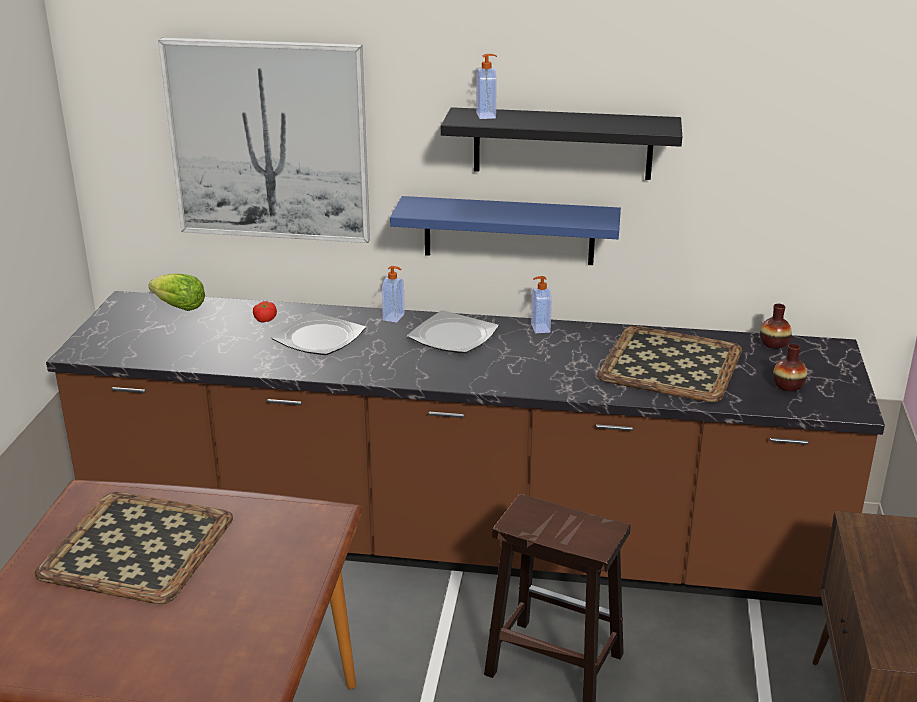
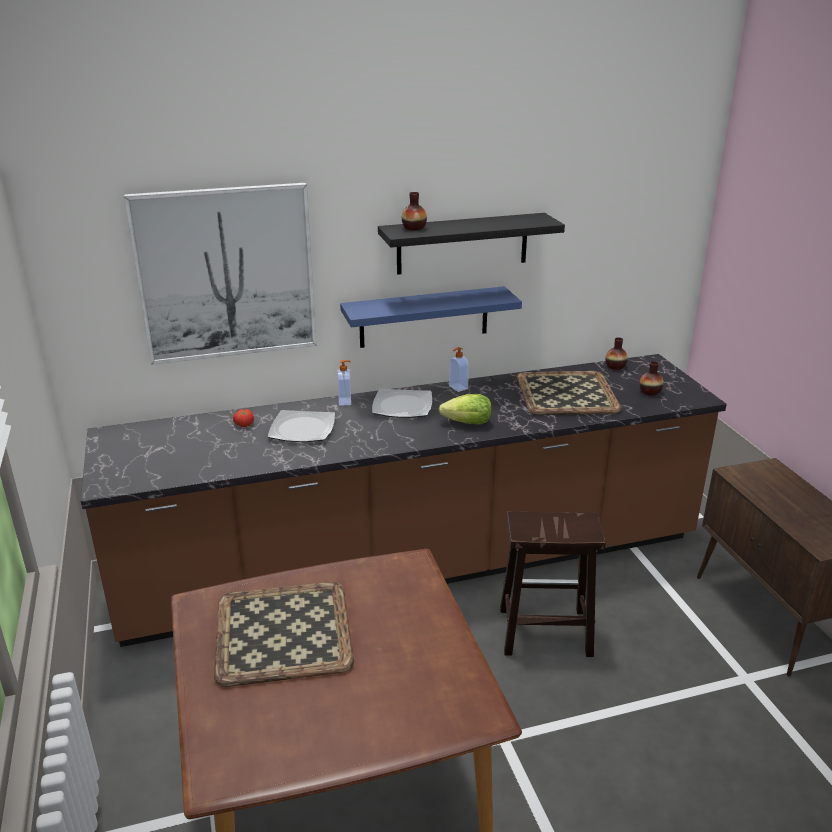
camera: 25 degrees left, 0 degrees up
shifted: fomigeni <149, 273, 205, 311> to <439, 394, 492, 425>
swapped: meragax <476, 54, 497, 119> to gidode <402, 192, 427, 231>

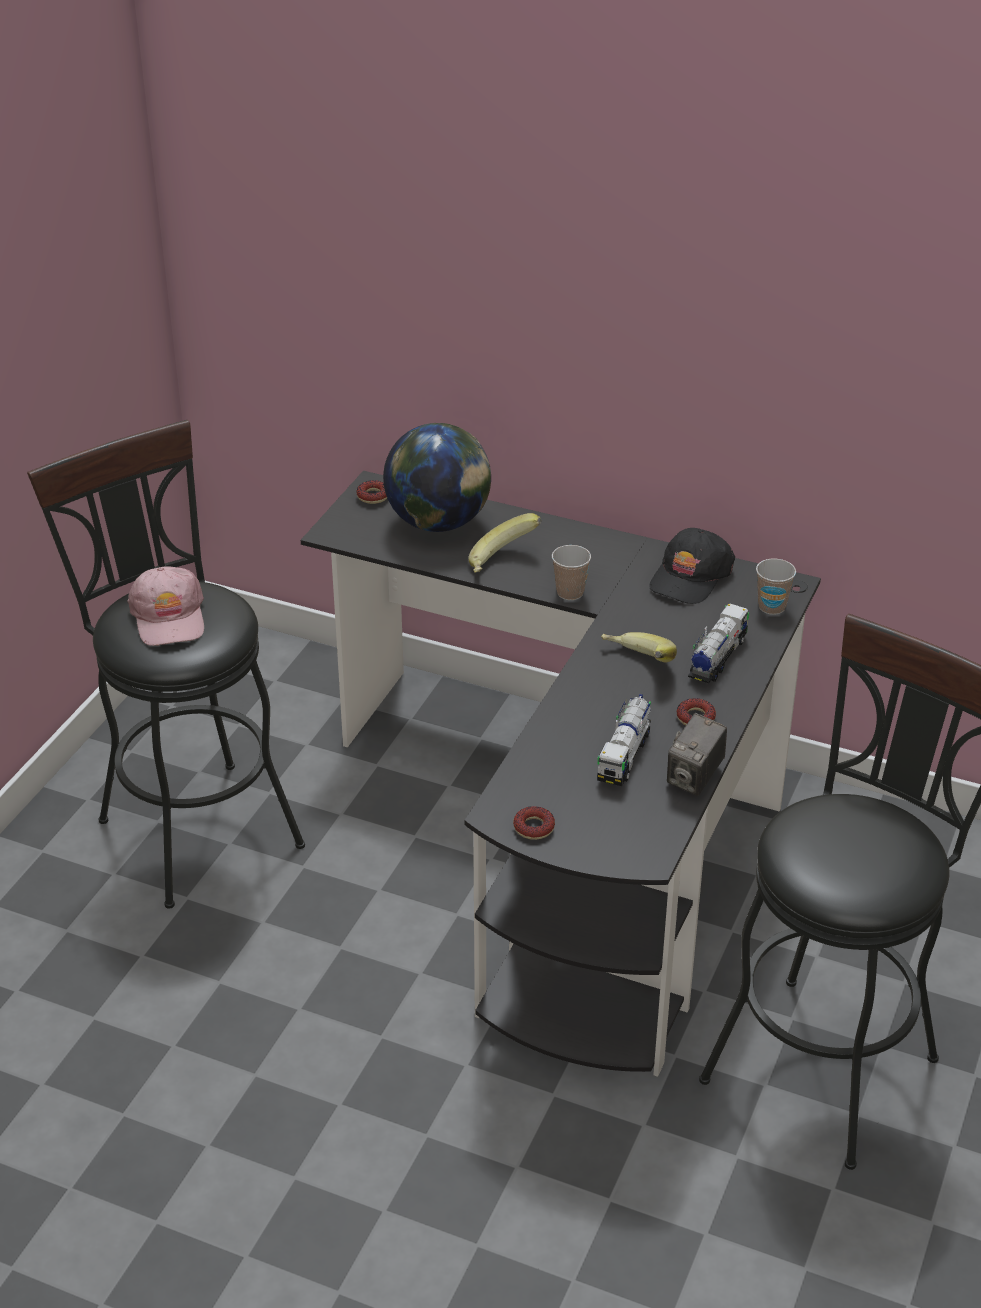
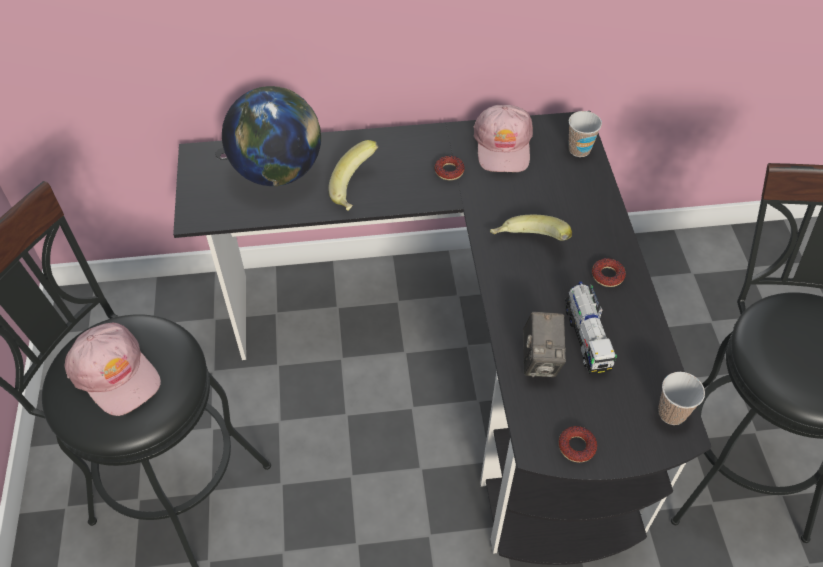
camera: 30 degrees left, 15 degrees up
gone: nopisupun <688, 603, 750, 683>
shifted: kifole <356, 480, 387, 504> to <435, 156, 465, 180>; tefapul <667, 713, 727, 796> to <523, 312, 566, 377>; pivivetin <552, 545, 591, 600> to <658, 372, 705, 425>
repainted: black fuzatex <649, 528, 735, 604> to pink fuzatex <473, 105, 533, 172>

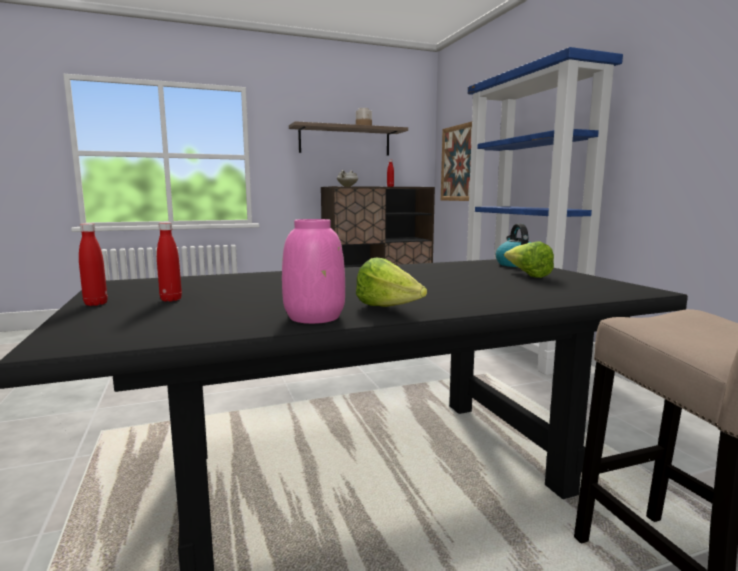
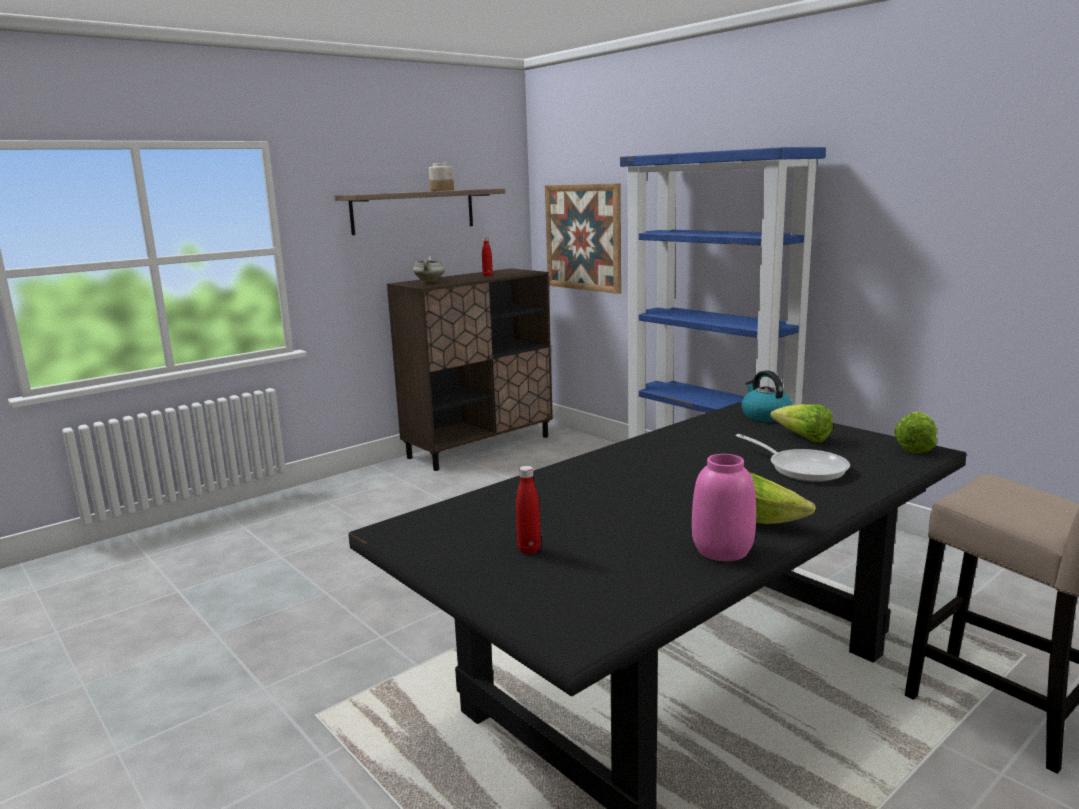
camera: 20 degrees left, 5 degrees up
gone: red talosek <79, 223, 108, 306>
new: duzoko <736, 434, 850, 482>; fomigeni <894, 412, 937, 454>

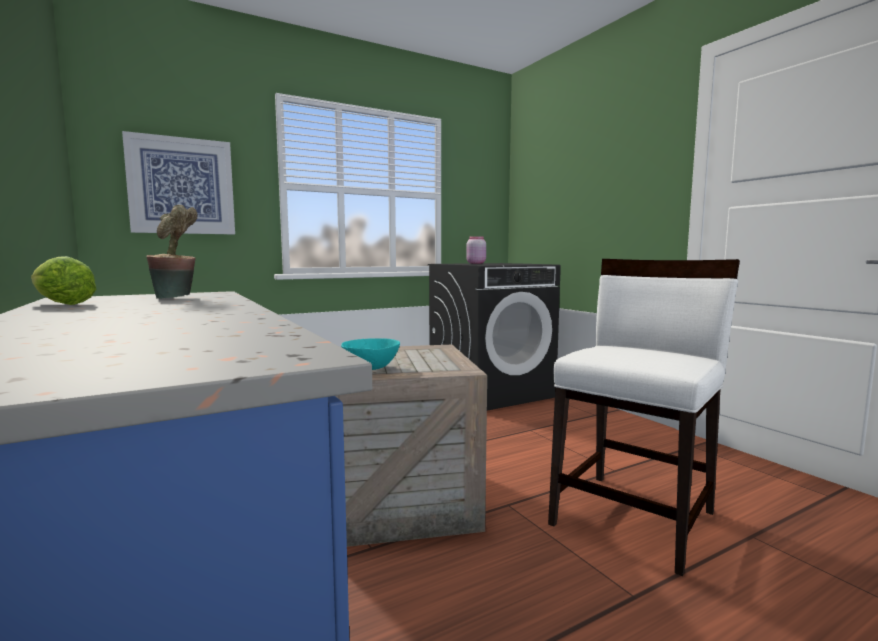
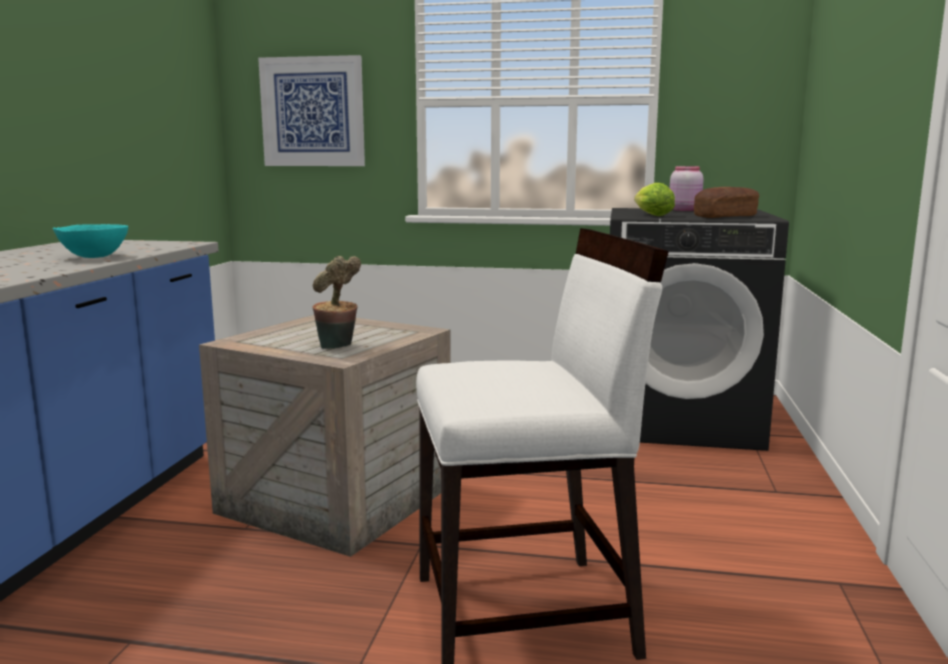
camera: 40 degrees right, 5 degrees up
new: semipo <694, 187, 759, 218>
shifted: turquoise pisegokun <341, 338, 400, 370> to <53, 224, 128, 258>; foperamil <146, 205, 197, 299> to <313, 256, 361, 349>; fomigeni <31, 256, 96, 305> to <634, 183, 675, 216>

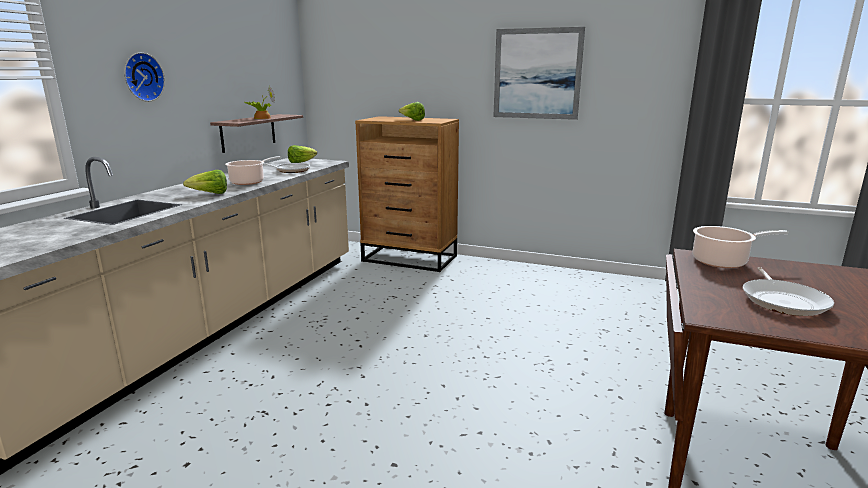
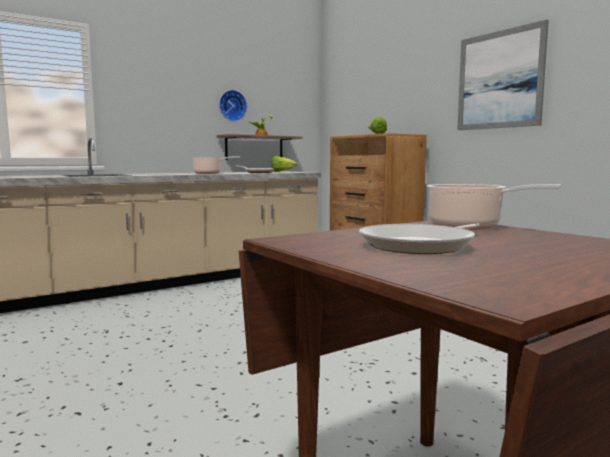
camera: 35 degrees right, 10 degrees down
gone: fomigeni <183, 170, 227, 194>
shifted: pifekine <124, 52, 165, 102> to <219, 90, 247, 122>

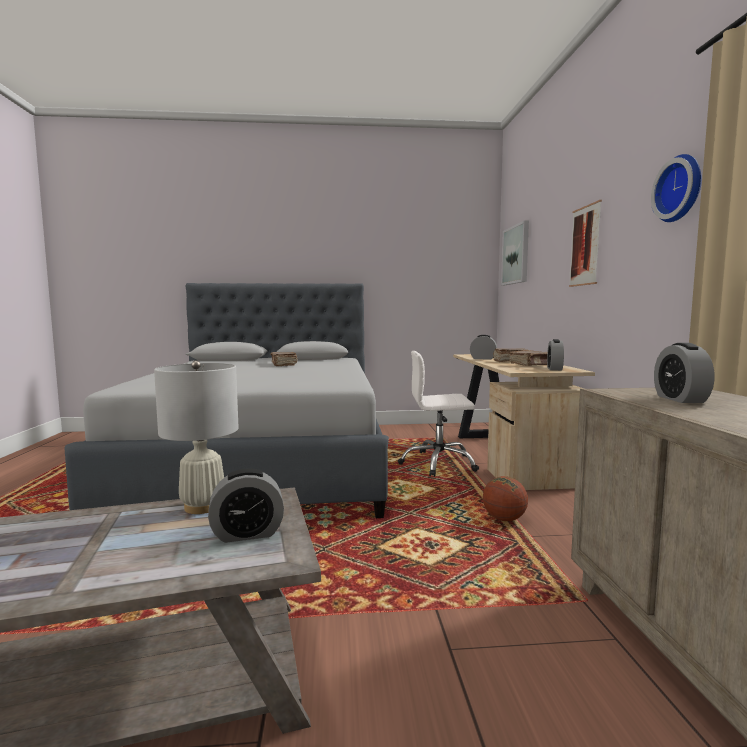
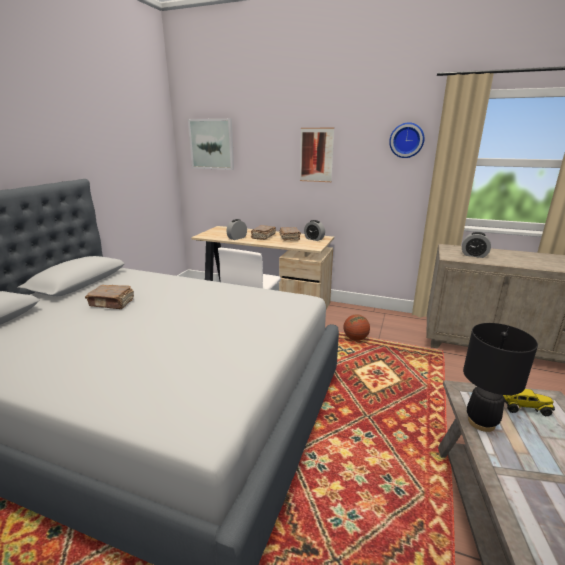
camera: 65 degrees left, 15 degrees up
swapped: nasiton <208, 468, 284, 543> to nopisupun <503, 389, 555, 416>
repainted: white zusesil <154, 361, 239, 514> to black zusesil <463, 323, 538, 432>

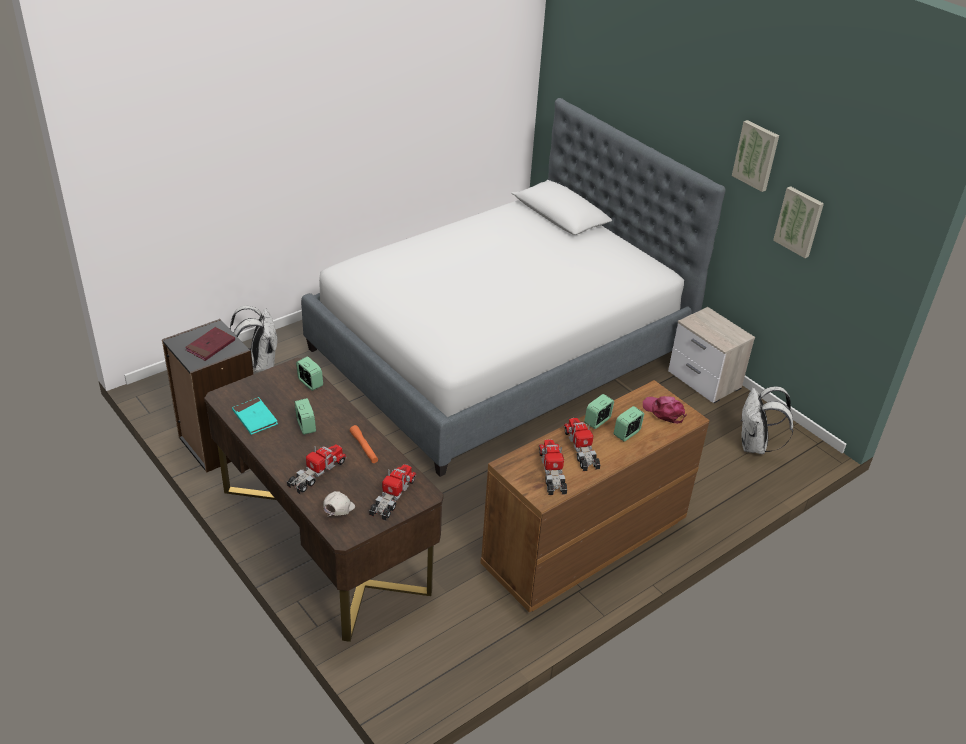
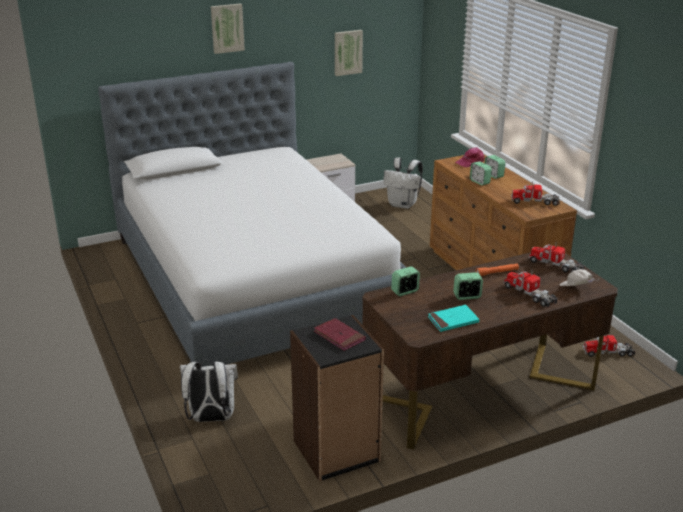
camera: 75 degrees left, 10 degrees down
shifted: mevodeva <732, 120, 779, 192> to <211, 3, 245, 54>; nopisupun <564, 418, 601, 471> to <583, 335, 635, 357>

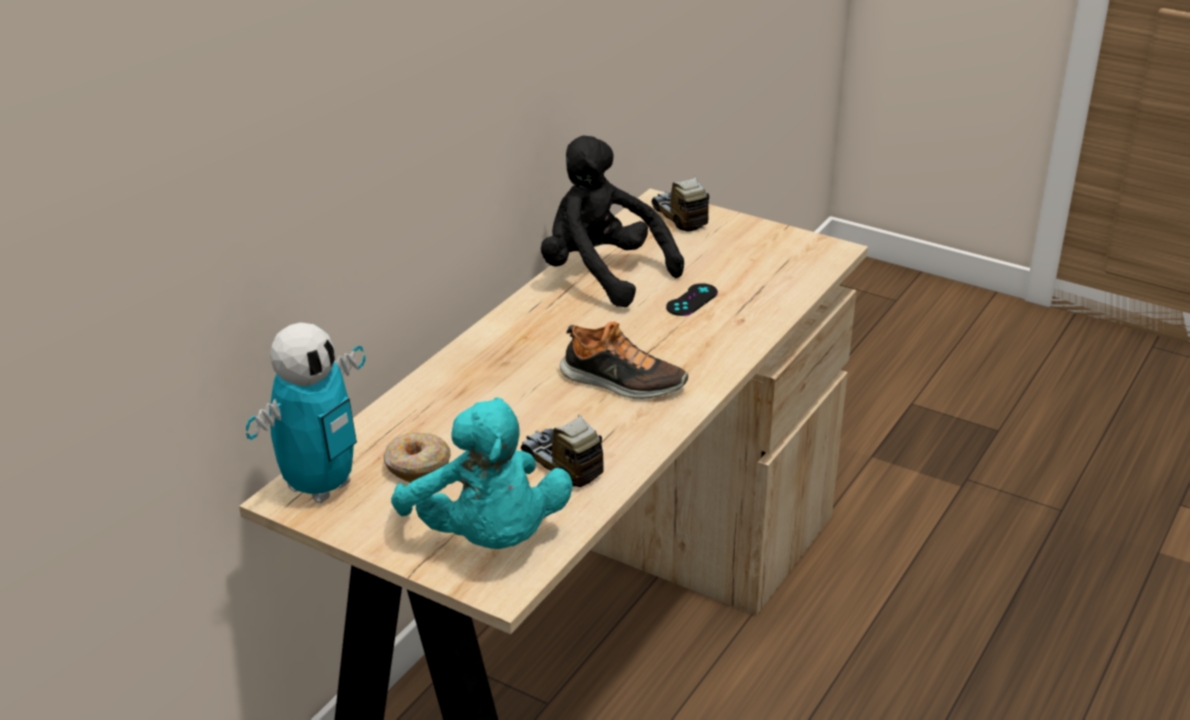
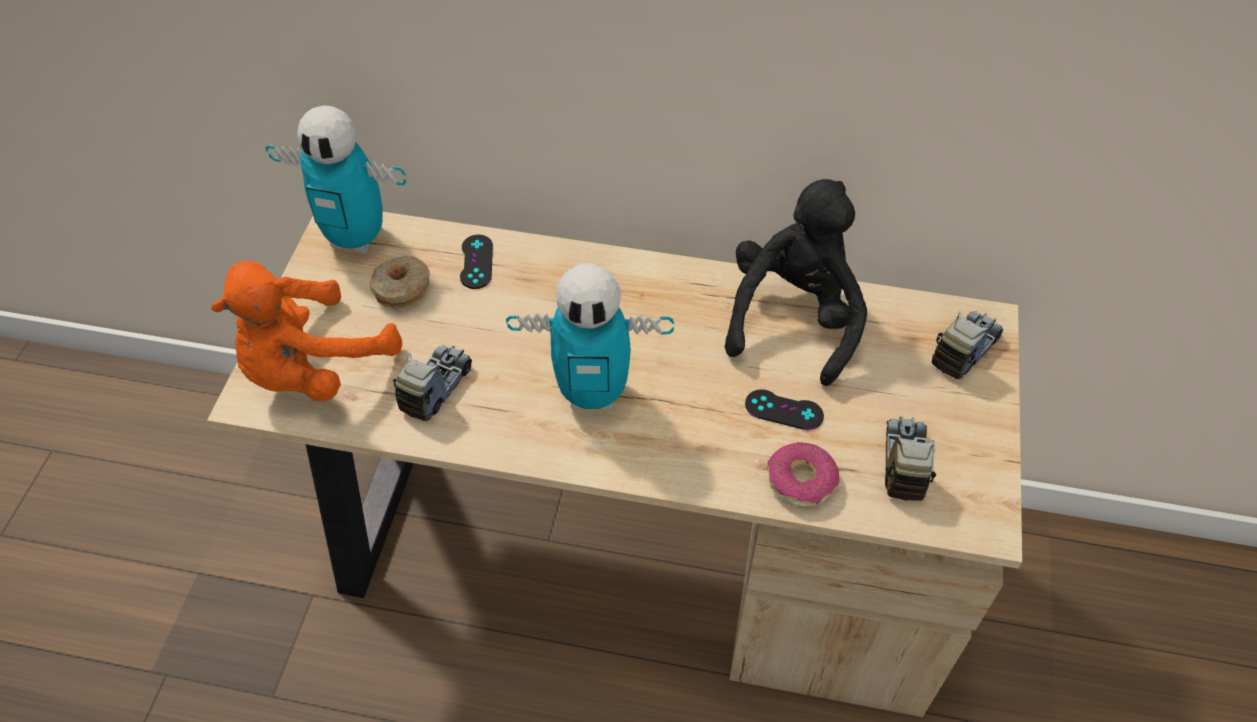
camera: 70 degrees right, 20 degrees up
new: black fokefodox <460, 235, 493, 289>; kifole <768, 442, 839, 507>; nopisupun <885, 416, 936, 501>
swapped: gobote <560, 322, 688, 399> to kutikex <506, 263, 674, 411>
repainted: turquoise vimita <391, 398, 573, 549> to orange vimita <211, 261, 402, 401>

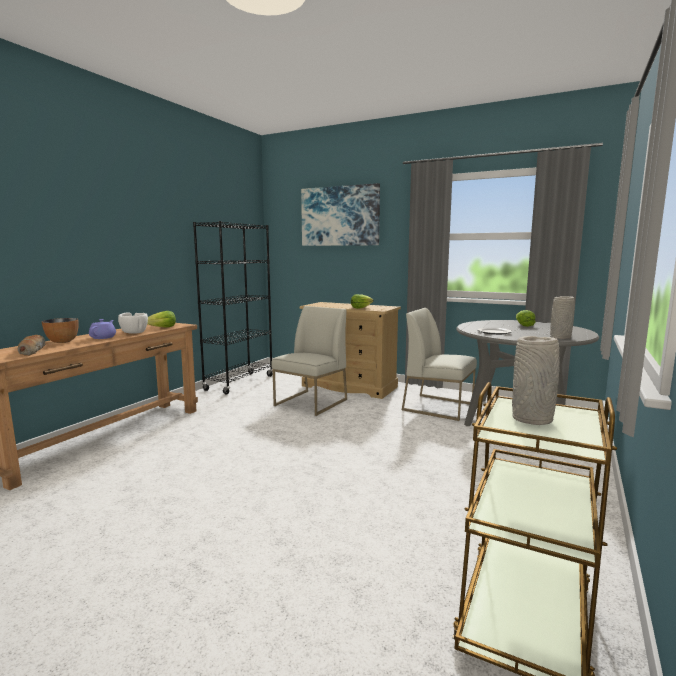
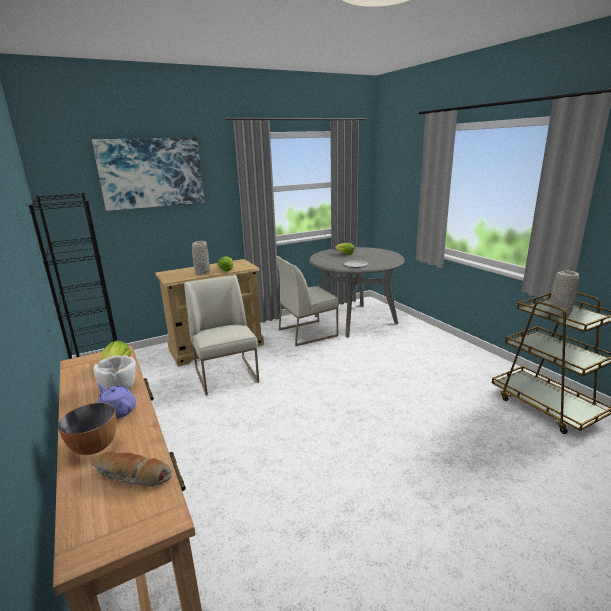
camera: 55 degrees left, 10 degrees up
shifted: grey gidode <550, 296, 575, 339> to <192, 241, 210, 275>

